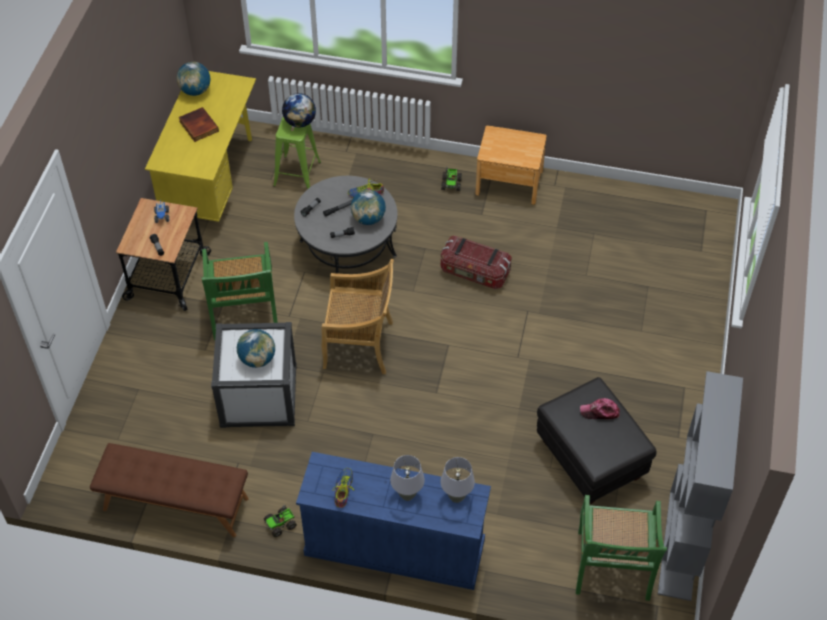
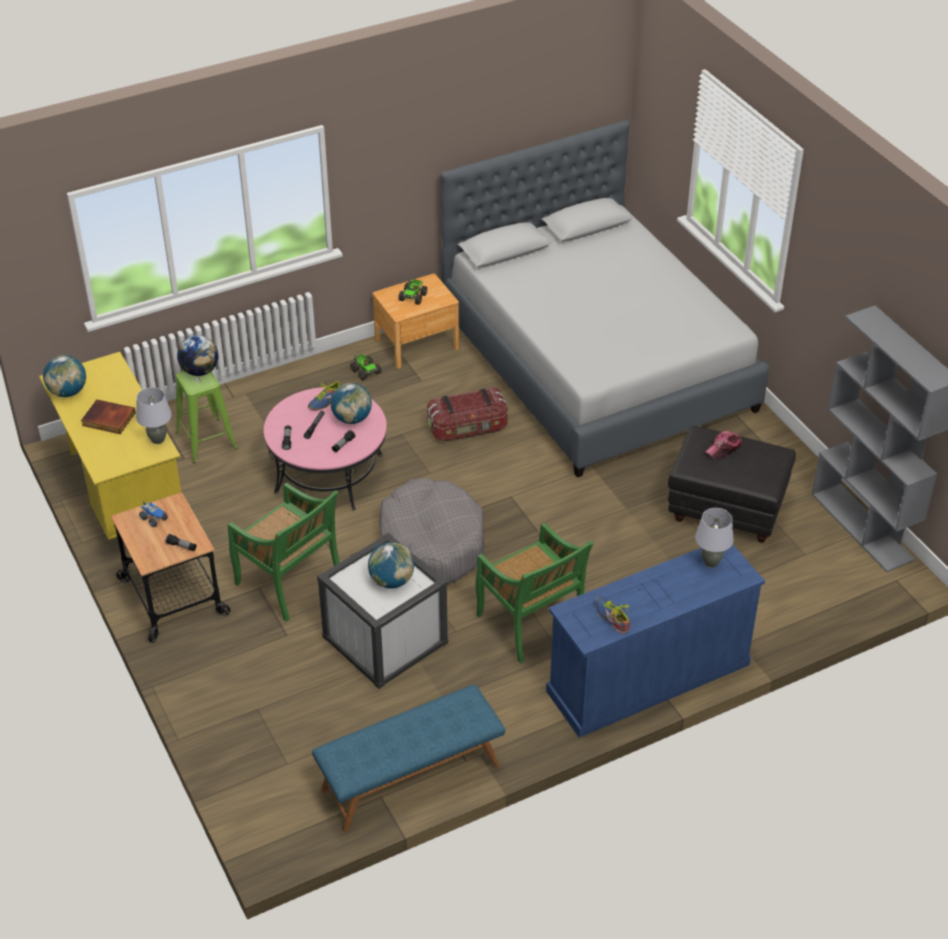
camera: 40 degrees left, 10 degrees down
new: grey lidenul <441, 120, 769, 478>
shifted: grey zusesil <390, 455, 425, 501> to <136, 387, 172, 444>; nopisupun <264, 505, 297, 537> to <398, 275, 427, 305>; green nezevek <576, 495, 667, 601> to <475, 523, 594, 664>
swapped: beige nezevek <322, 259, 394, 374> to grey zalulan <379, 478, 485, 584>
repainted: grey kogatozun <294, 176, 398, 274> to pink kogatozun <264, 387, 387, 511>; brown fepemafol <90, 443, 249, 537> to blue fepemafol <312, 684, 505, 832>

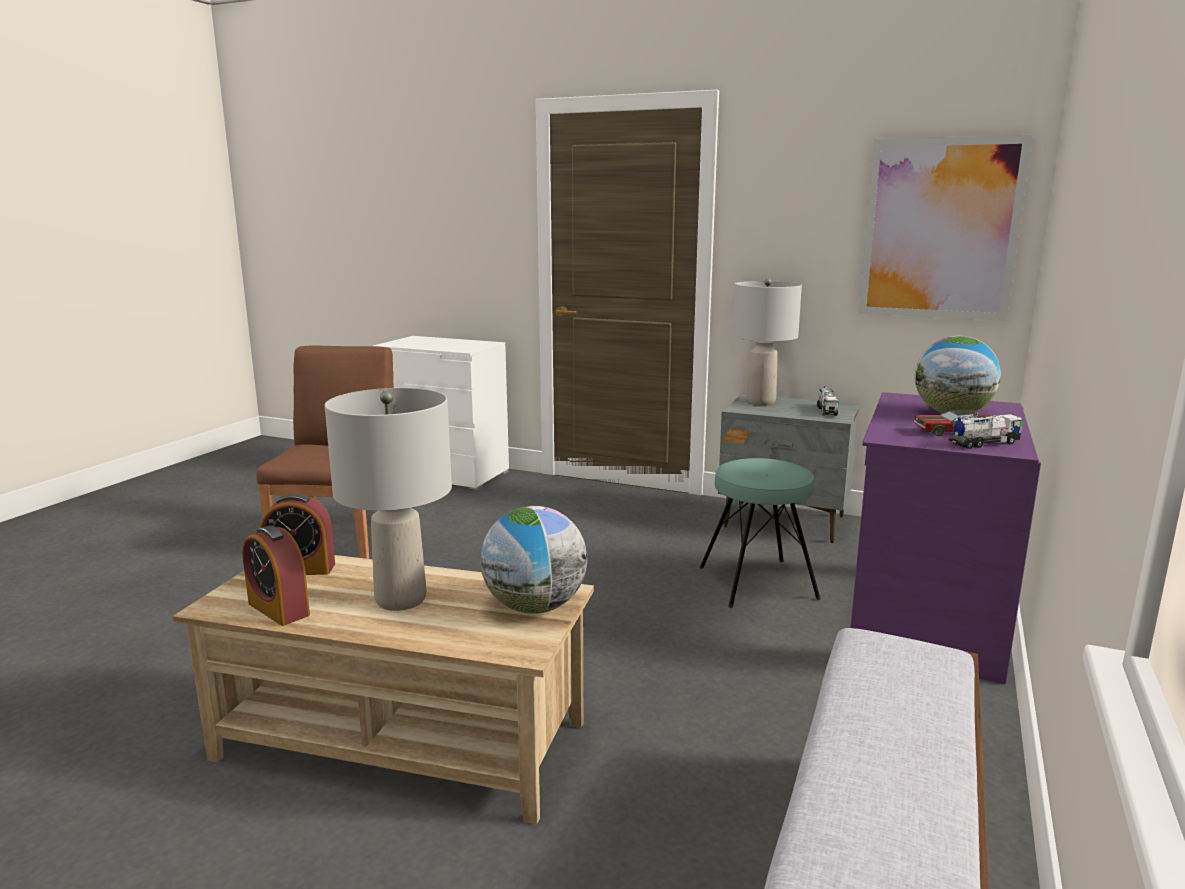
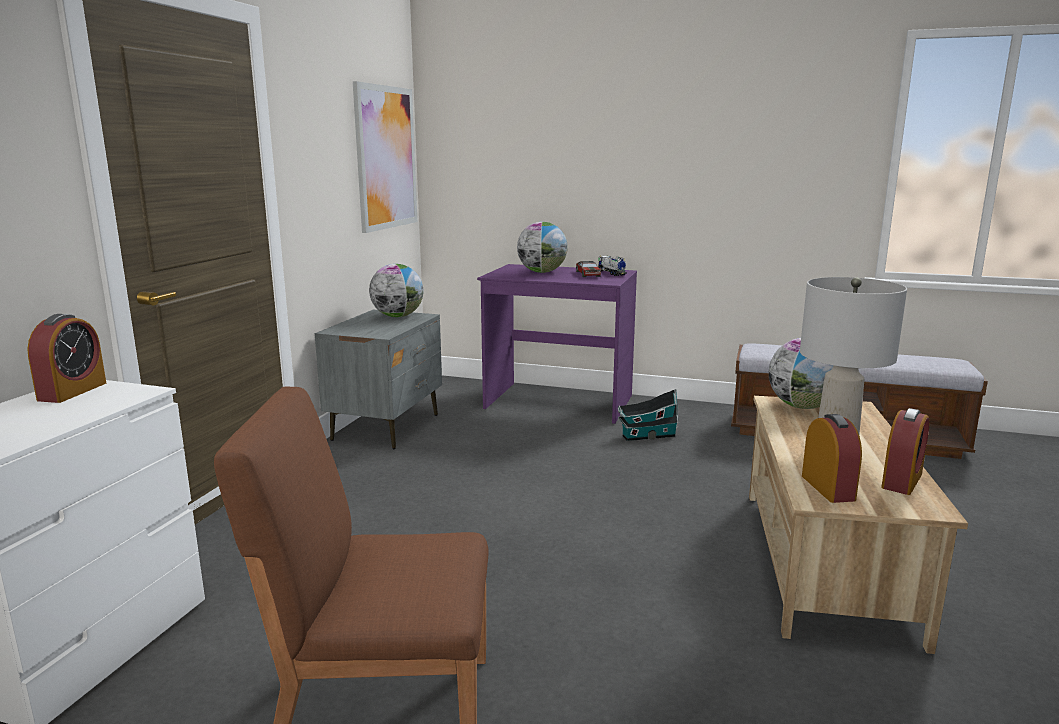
camera: 95 degrees left, 0 degrees up
gone: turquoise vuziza <699, 458, 821, 608>; grey zusesil <732, 279, 802, 405>
new: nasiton <27, 314, 106, 403>; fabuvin <618, 389, 679, 441>
swapped: nopisupun <817, 387, 839, 416> to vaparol <369, 264, 423, 317>

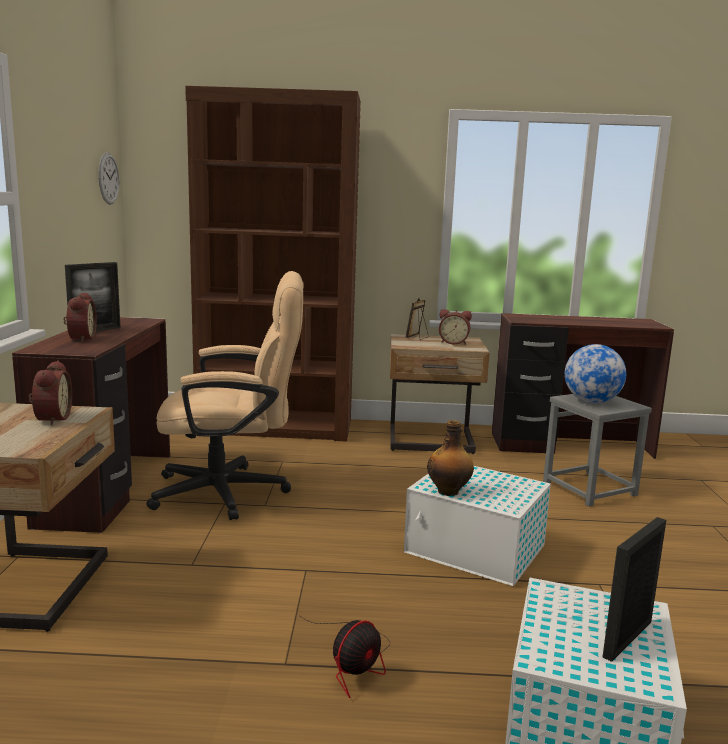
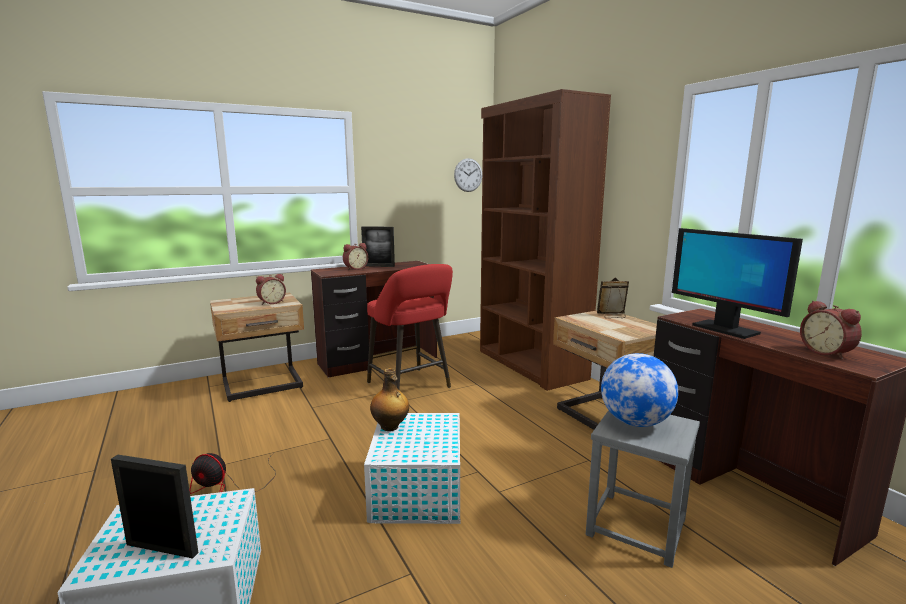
camera: 60 degrees right, 0 degrees up
new: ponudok <672, 228, 803, 339>
shifted: nasiton <439, 309, 472, 345> to <800, 300, 862, 360>
swapped: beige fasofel <146, 271, 304, 520> to red vuziza <367, 264, 453, 390>

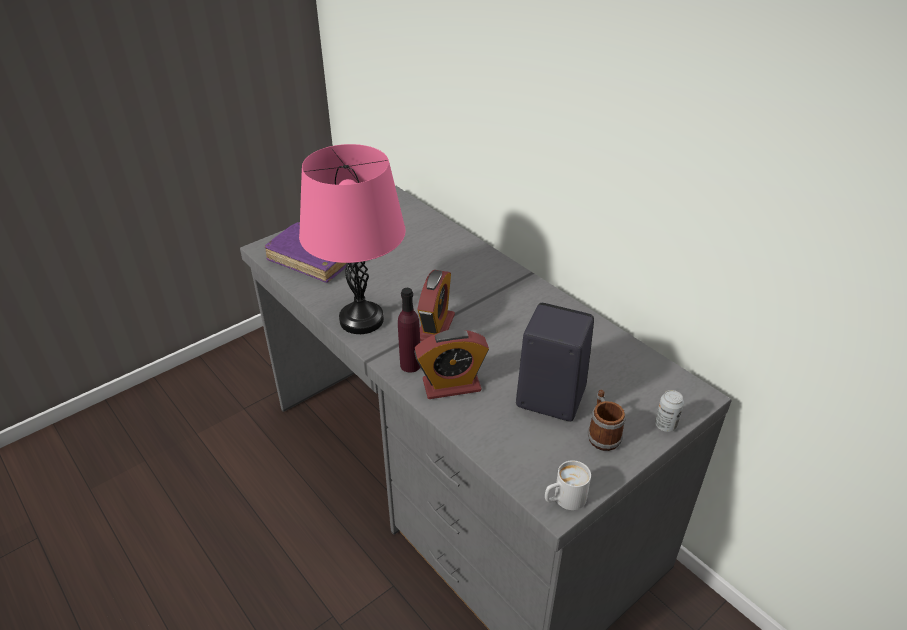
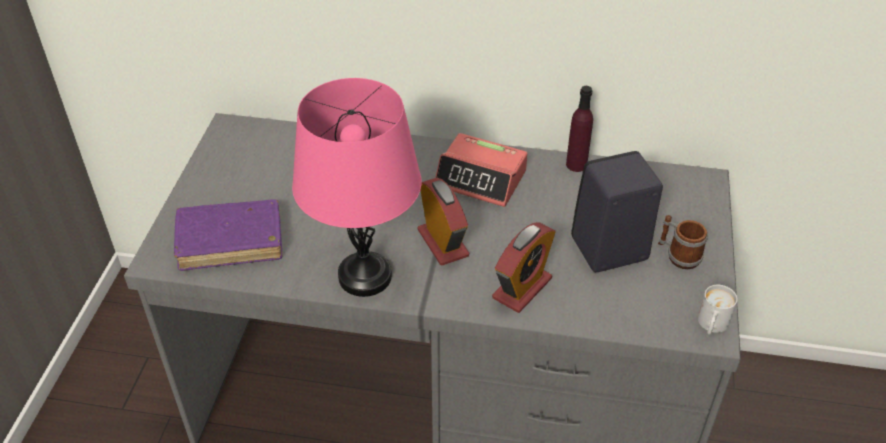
camera: 40 degrees left, 5 degrees up
gone: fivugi <655, 390, 684, 432>
new: nasiton <435, 133, 527, 207>
shifted: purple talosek <398, 288, 420, 373> to <566, 86, 593, 172>

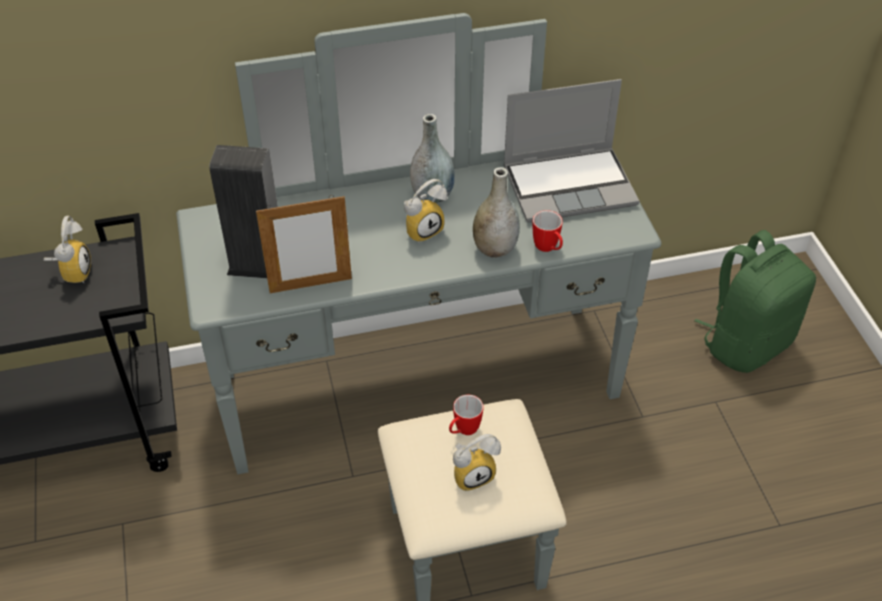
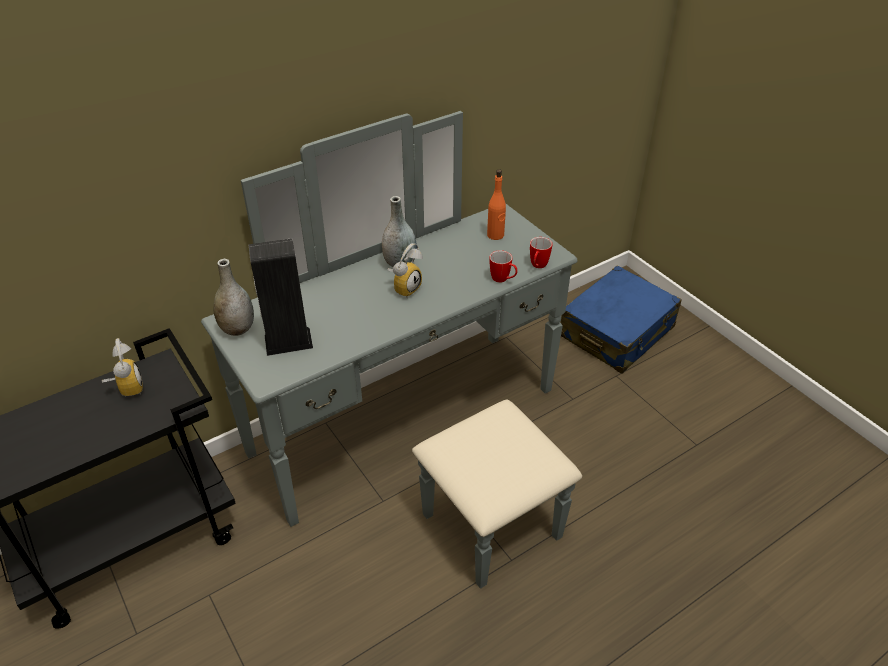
camera: 20 degrees left, 5 degrees down
gone: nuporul <256, 195, 352, 293>; nasiton <453, 434, 501, 492>
shifted: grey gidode <473, 167, 520, 258> to <213, 259, 254, 336>; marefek <449, 395, 483, 435> to <530, 237, 552, 268>
swapped: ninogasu <503, 79, 639, 223> to orange talosek <487, 169, 506, 240>; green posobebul <694, 230, 816, 373> to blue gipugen <561, 265, 682, 373>

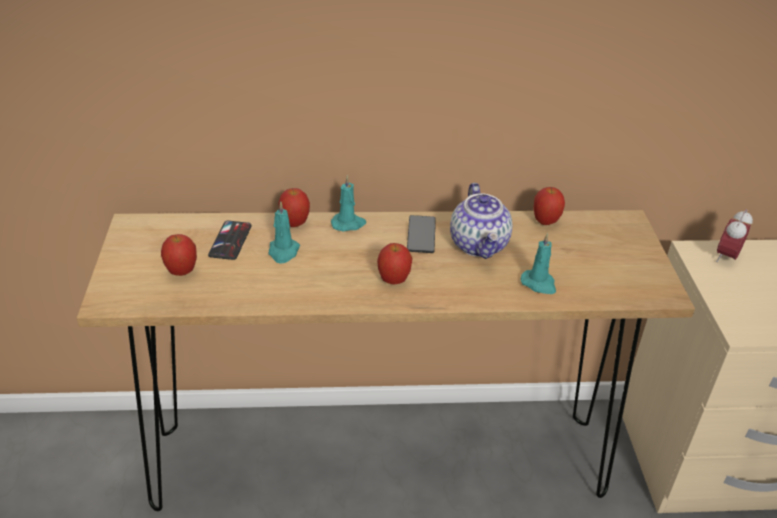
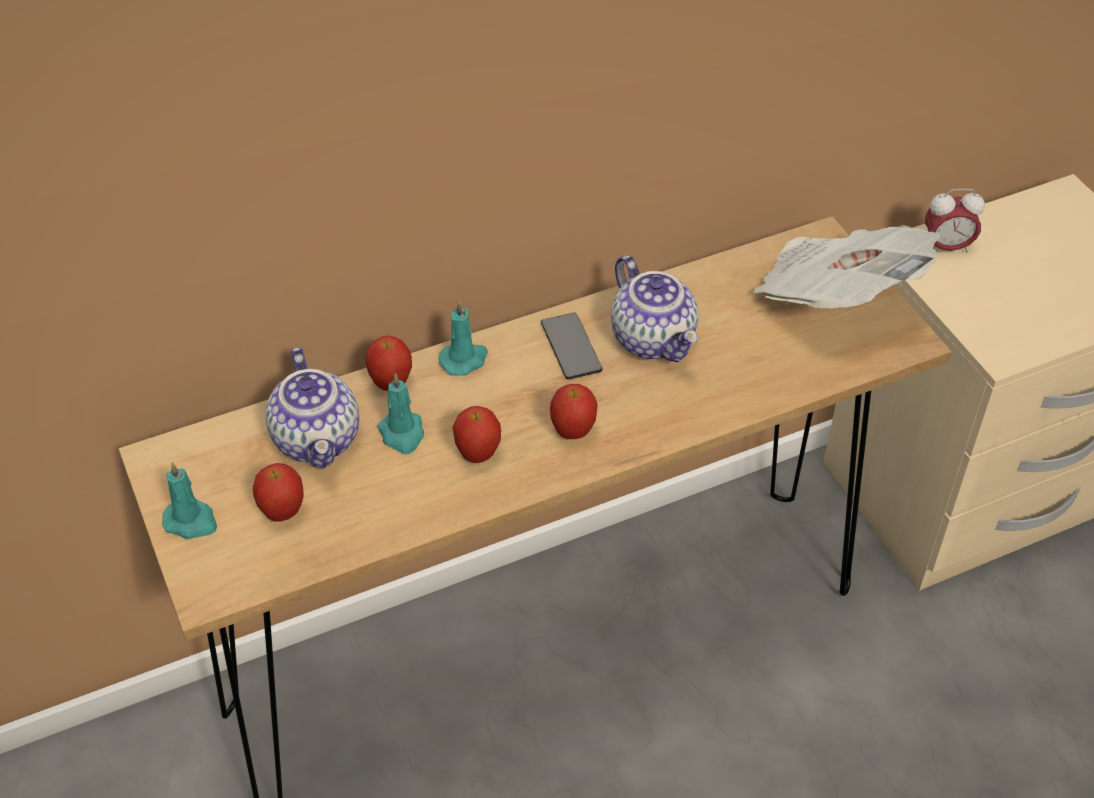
camera: 20 degrees left, 10 degrees up
new: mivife <753, 225, 941, 309>
shifted: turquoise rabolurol <520, 233, 556, 294> to <162, 462, 217, 539>; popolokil <533, 187, 565, 225> to <452, 406, 501, 463>
swapped: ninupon <208, 221, 252, 260> to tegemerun <265, 347, 359, 469>
rotated: nasiton <716, 209, 753, 262> = <925, 189, 985, 253> 105 degrees counterclockwise

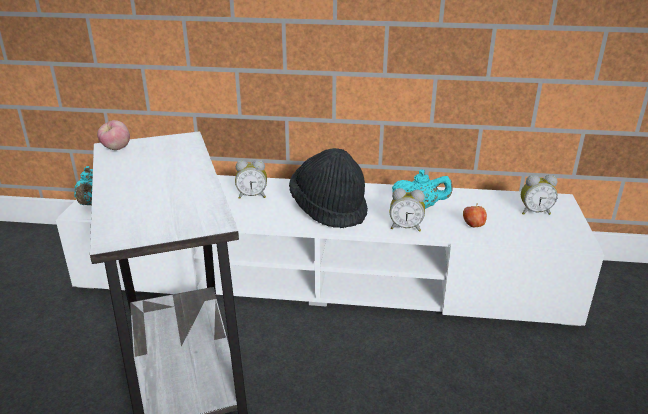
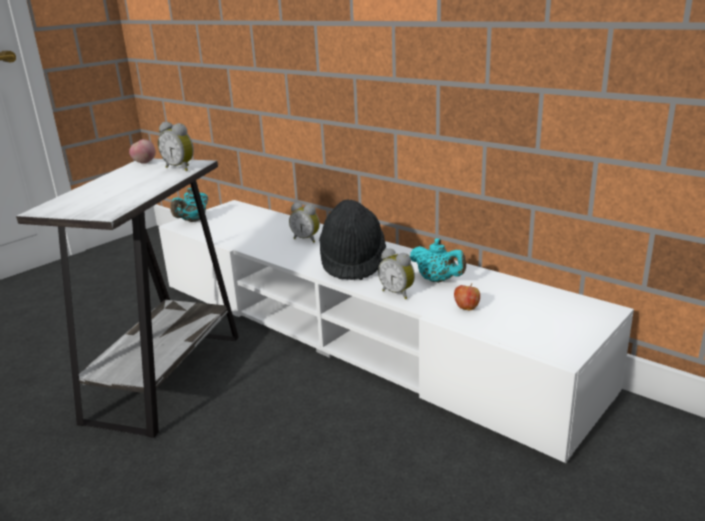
camera: 35 degrees right, 5 degrees down
shifted: nasiton <521, 175, 558, 215> to <158, 122, 194, 171>

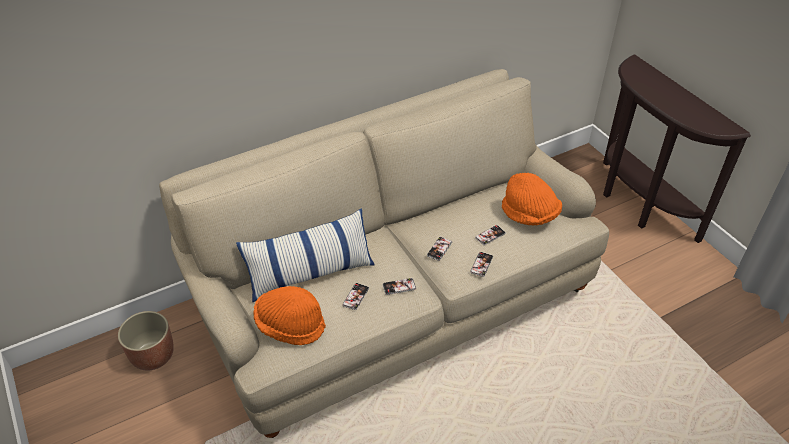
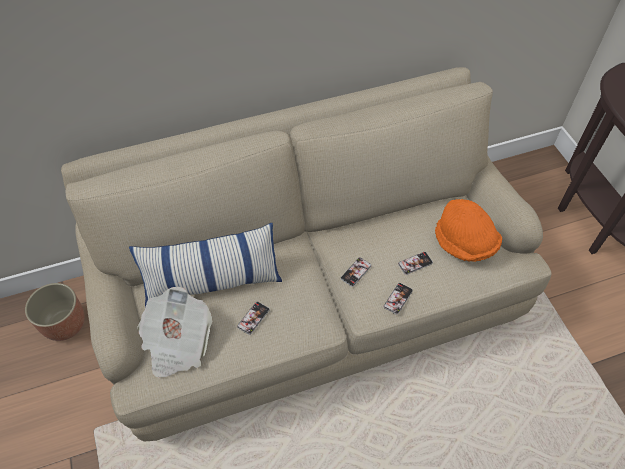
camera: 10 degrees right, 10 degrees up
gone: ninupon <383, 278, 416, 295>
swapped: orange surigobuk <254, 286, 326, 345> to mivife <137, 287, 212, 378>

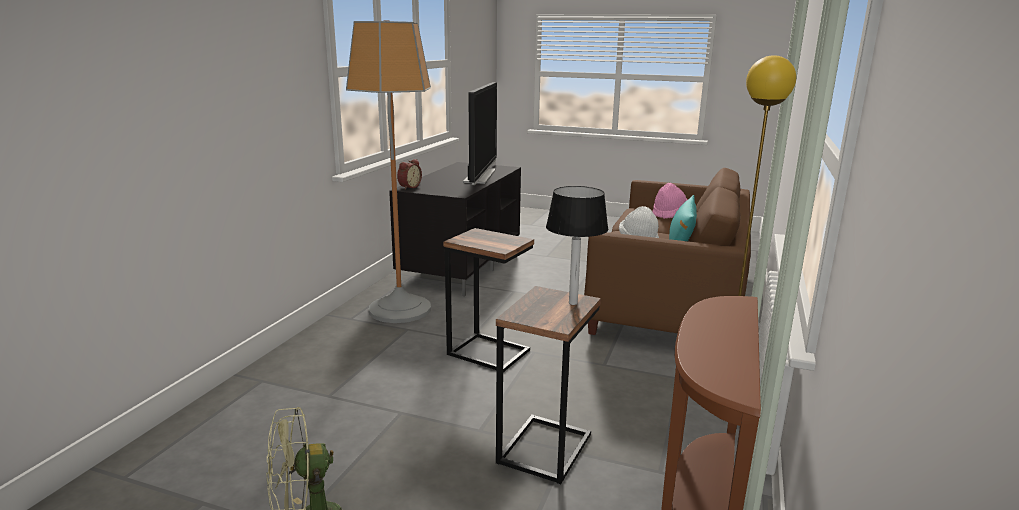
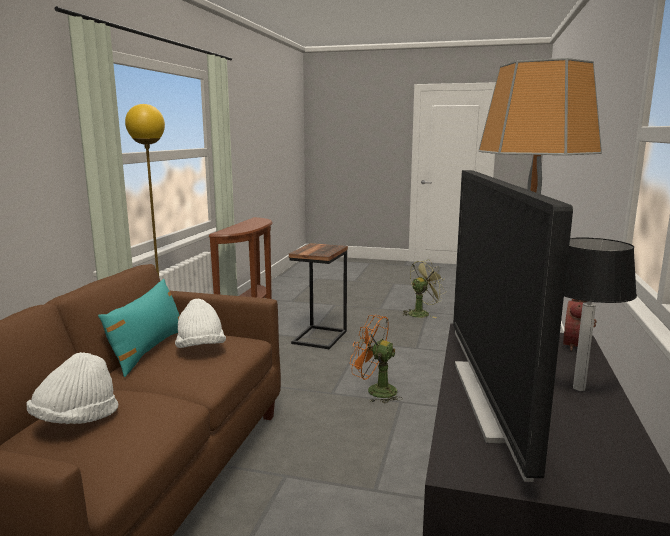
camera: 175 degrees right, 5 degrees down
shifted: zusesil <546, 186, 609, 305> to <564, 238, 637, 391>
swapped: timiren <443, 228, 534, 372> to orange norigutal <350, 315, 403, 403>
repainted: pink surigobuk <652, 183, 688, 219> to white surigobuk <26, 352, 118, 424>

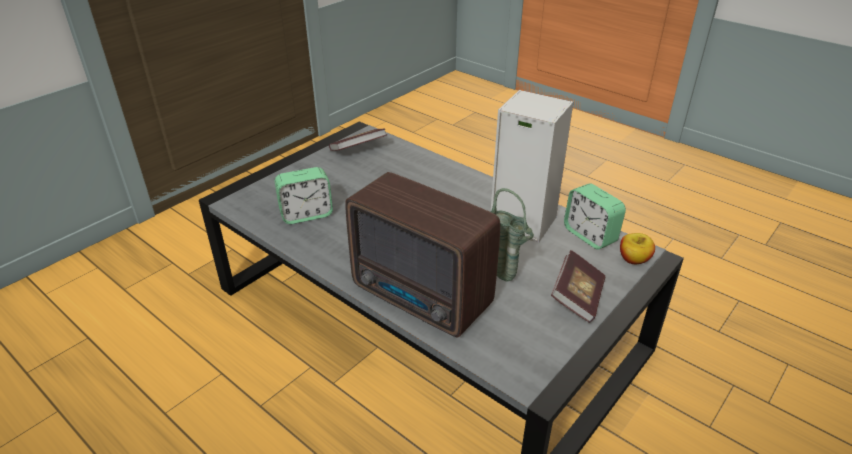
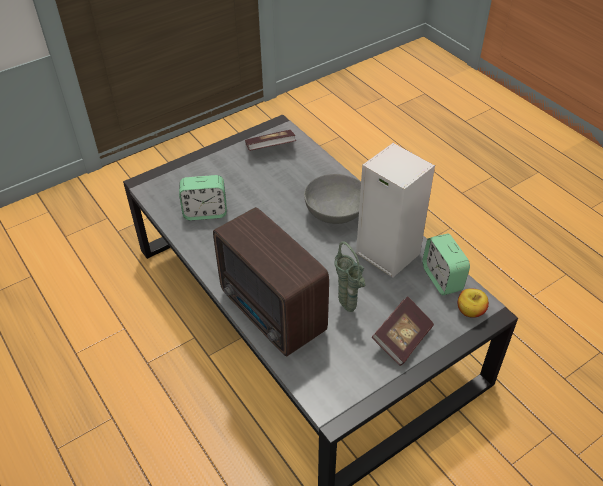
camera: 15 degrees right, 10 degrees up
new: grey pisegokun <304, 174, 361, 224>

